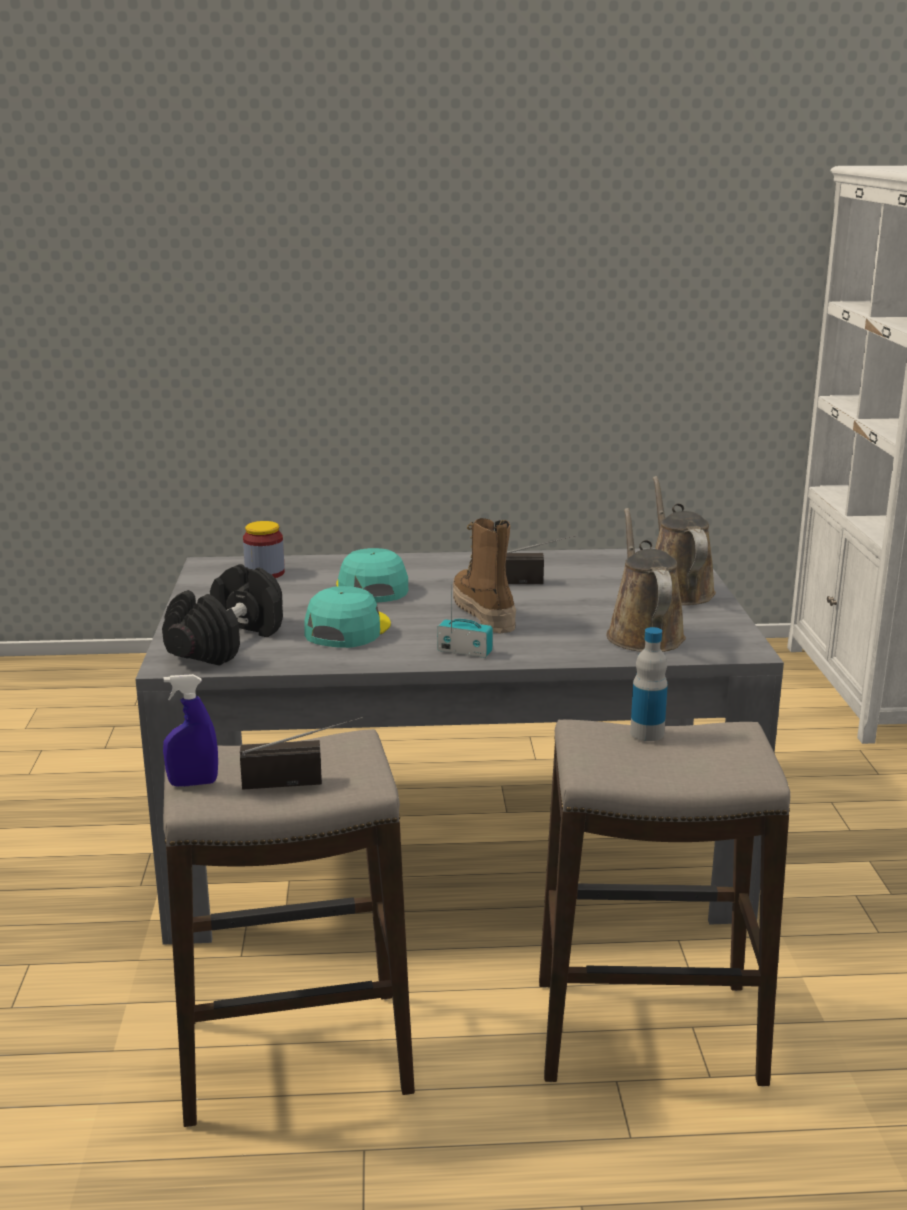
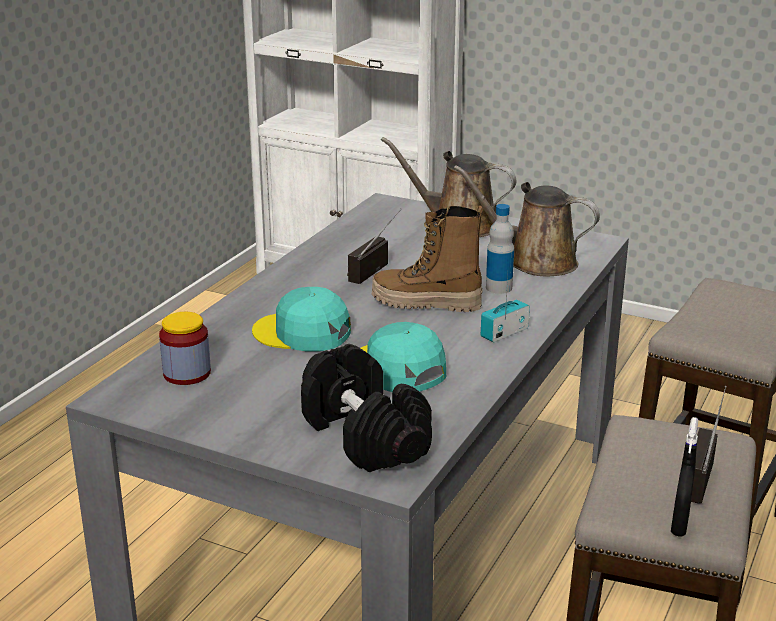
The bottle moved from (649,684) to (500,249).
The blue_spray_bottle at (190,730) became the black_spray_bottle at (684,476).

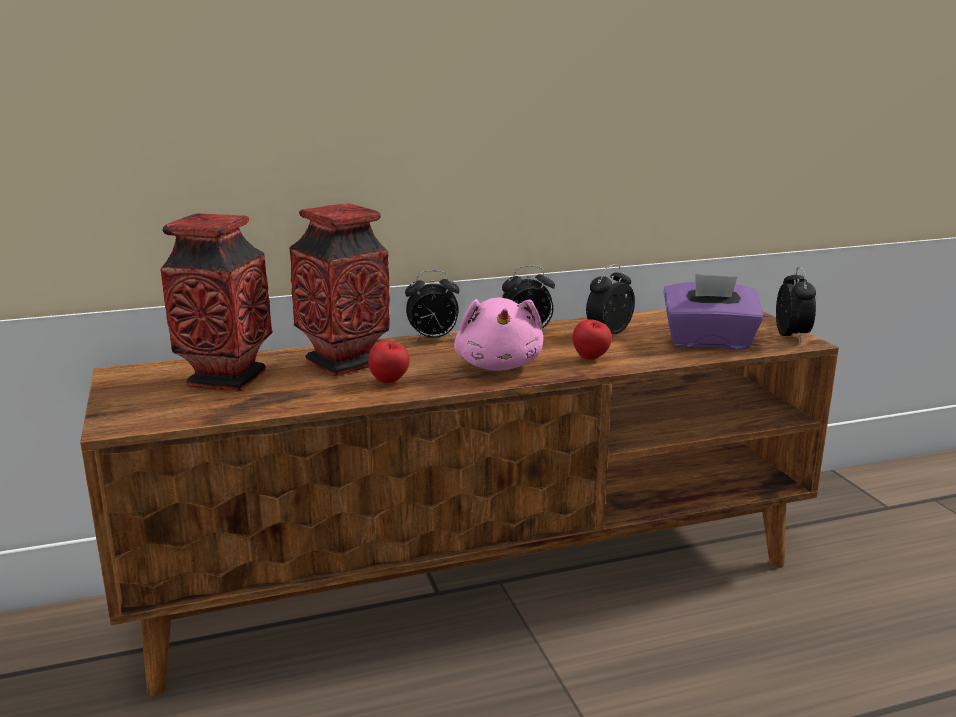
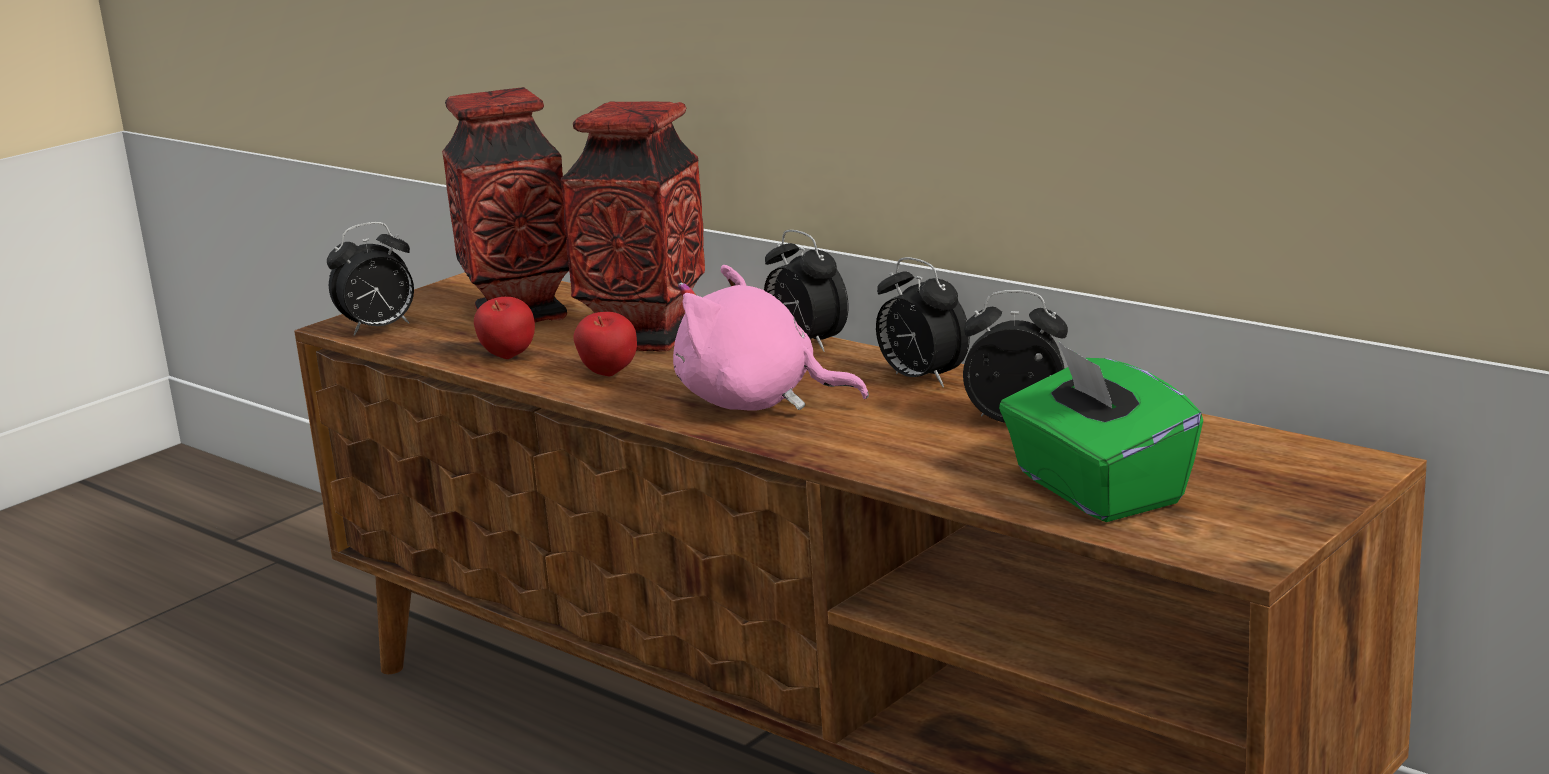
The alarm_clock moved from (796,305) to (370,279).
The apple moved from (592,340) to (504,328).
The pink_plush_toy at (498,334) turned 60 degrees clockwise.
The purple_tissue_box at (714,311) became the green_tissue_box at (1101,431).

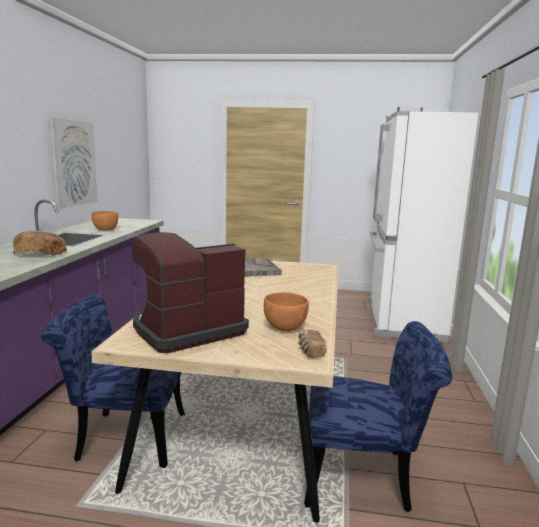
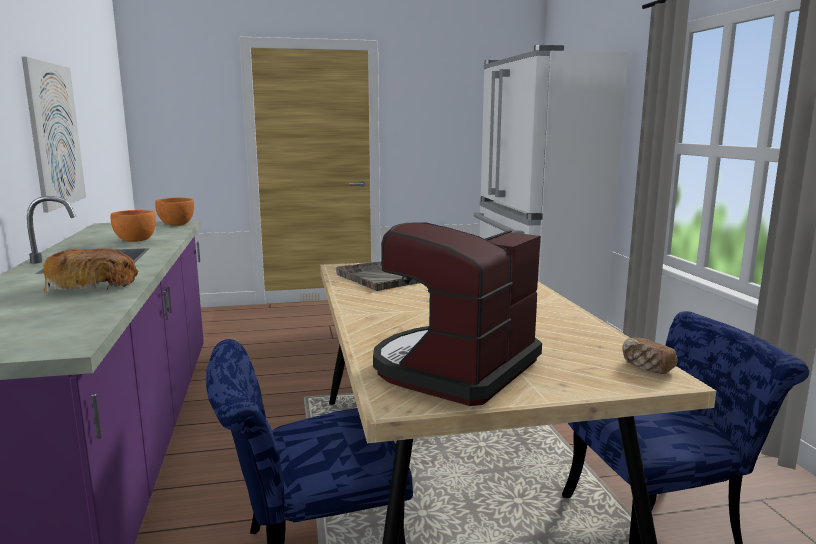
The orange_bowl moved from (286,312) to (174,212).

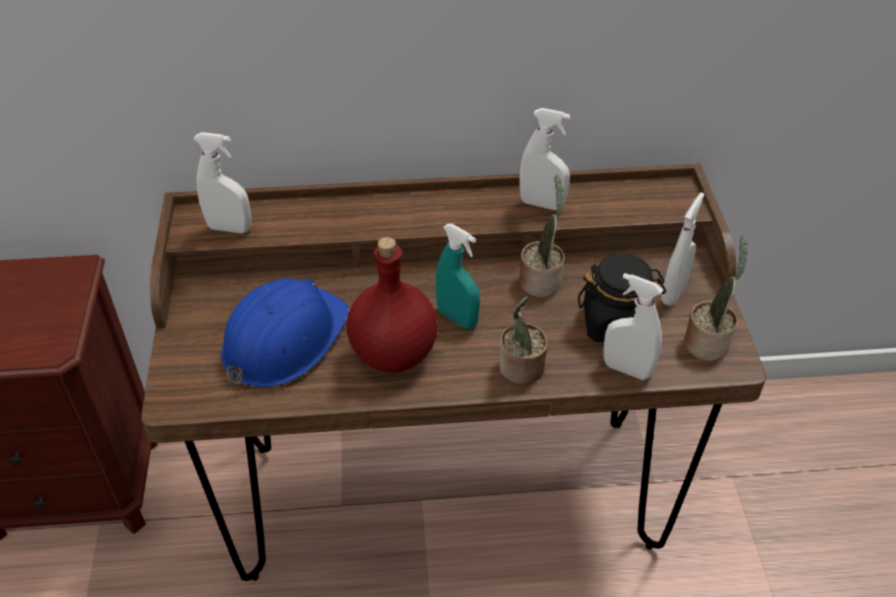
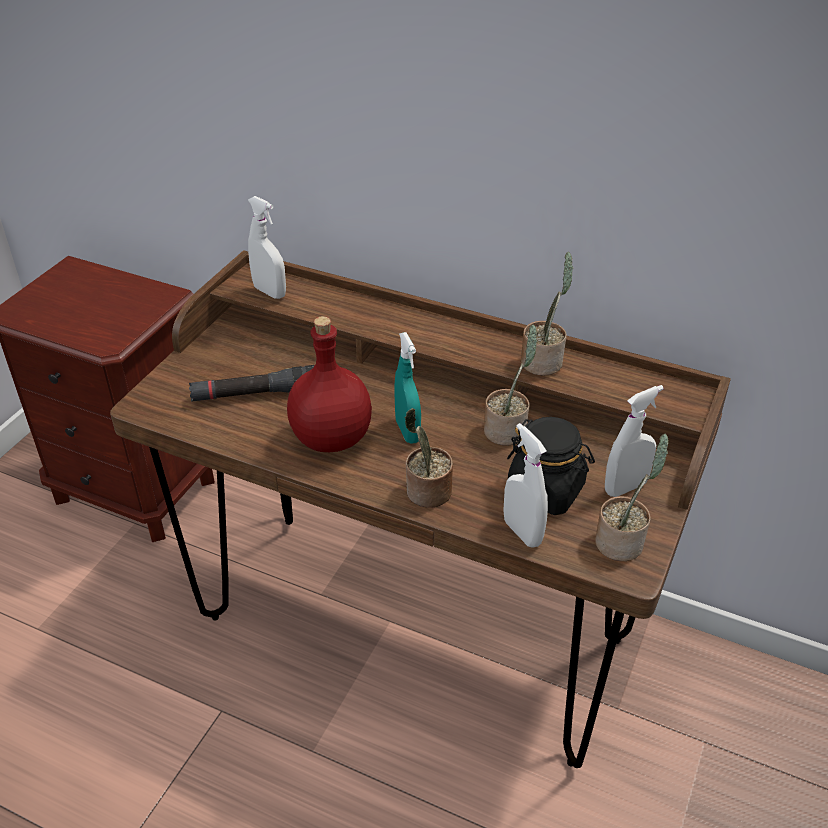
The blue_hard_hat at (285,333) was replaced by the black_flashlight at (252,383).
The white_spray_bottle at (544,159) was replaced by the potted_plant at (547,314).

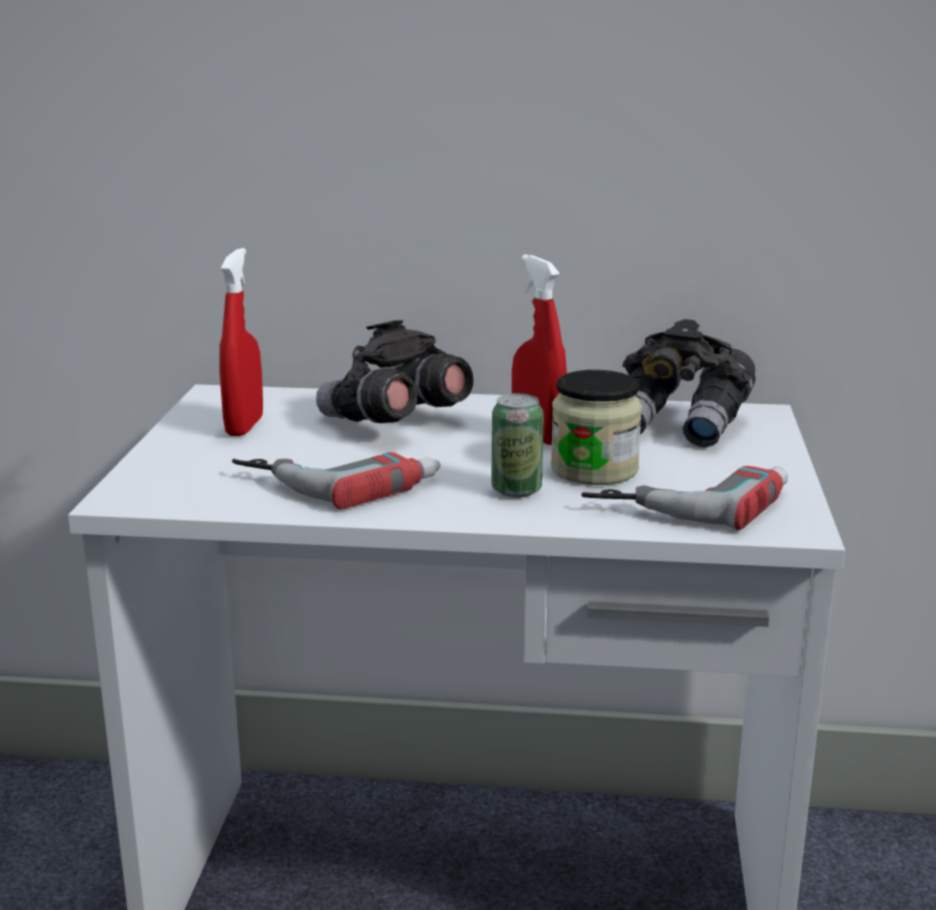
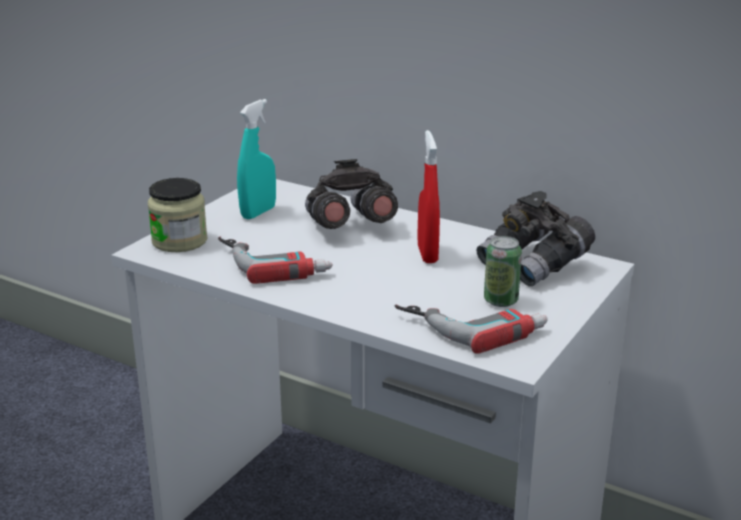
The jar moved from (596,427) to (177,215).
The red_spray_bottle at (241,342) became the turquoise_spray_bottle at (256,159).
The can moved from (517,445) to (503,271).

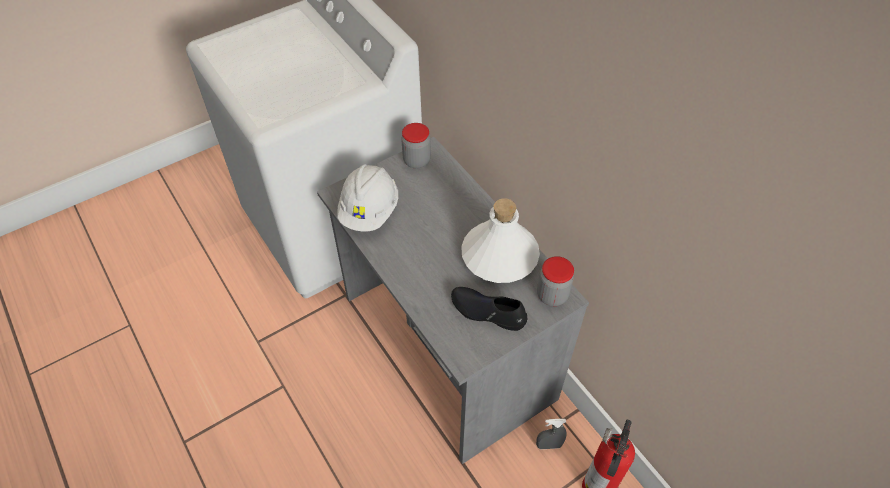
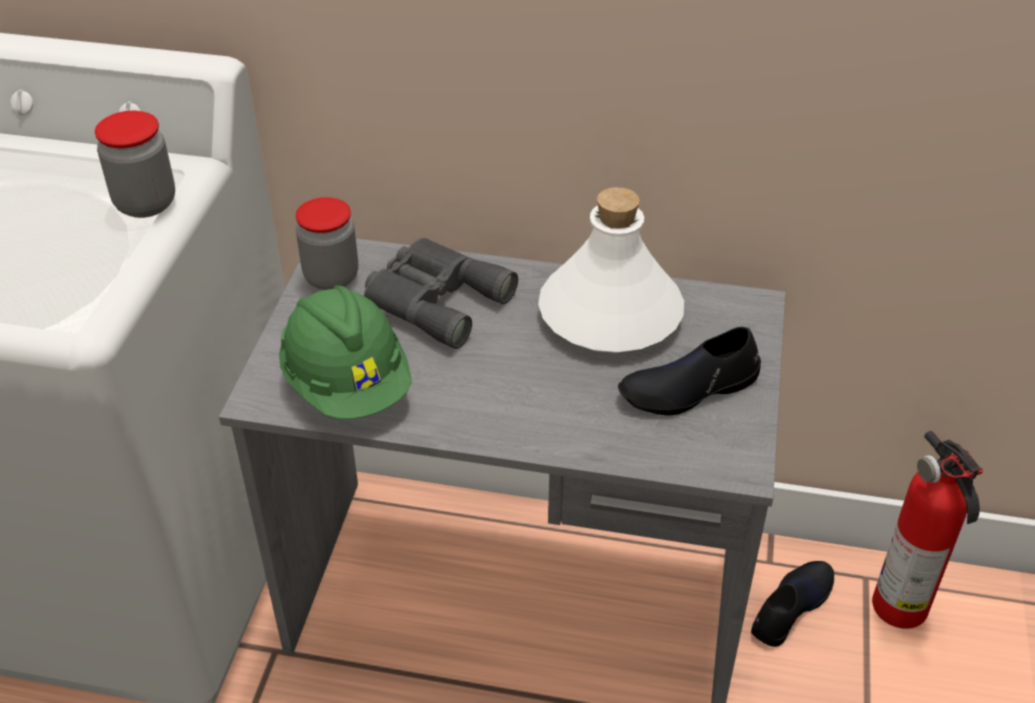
The jar moved from (555,281) to (135,164).
The white_hard_hat at (367,197) became the green_hard_hat at (345,352).
The grey_binoculars at (441,293) appeared.
The grey_spray_bottle at (551,434) was replaced by the black_shoe at (792,604).

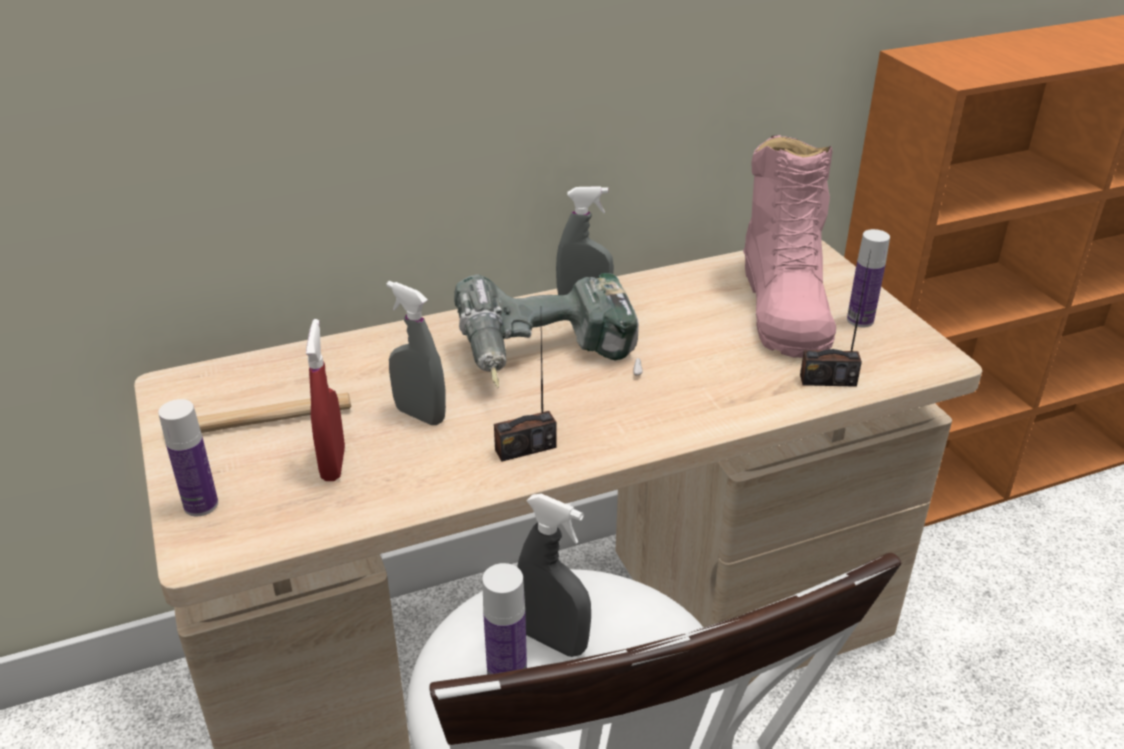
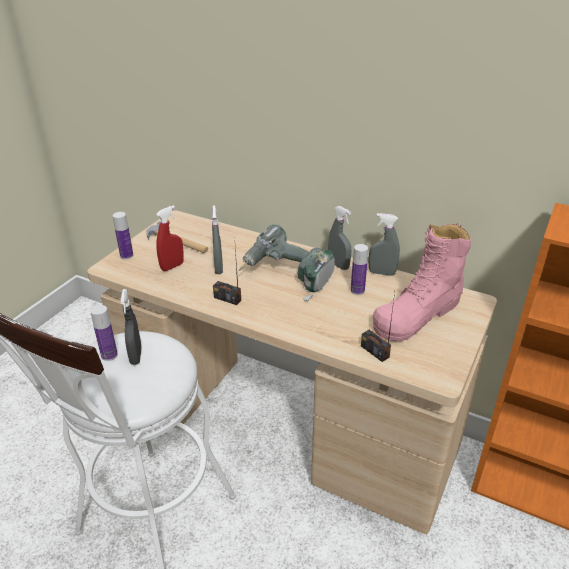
The bottle moved from (868,278) to (359,269).
The grey_spray_bottle at (384,244) appeared.

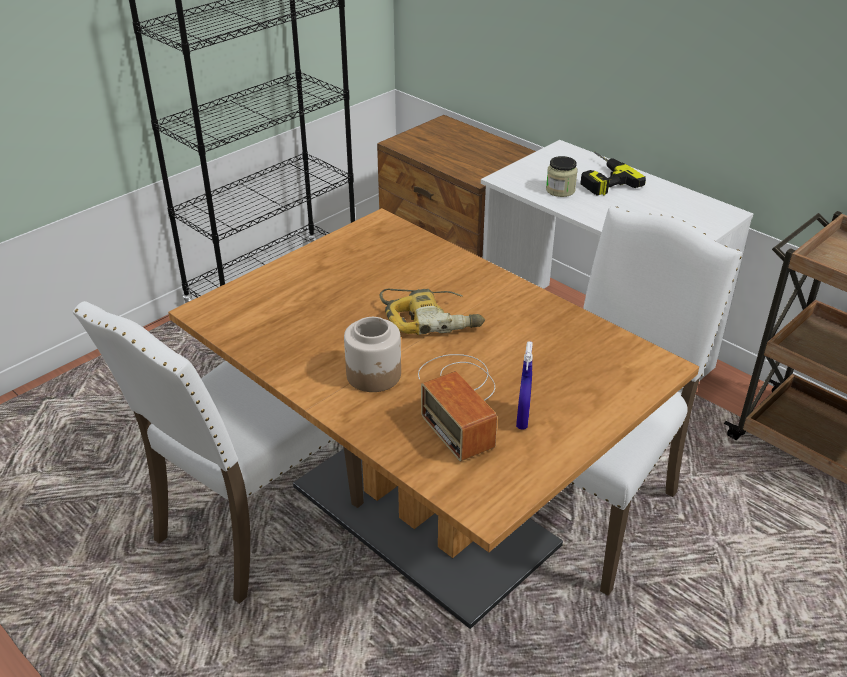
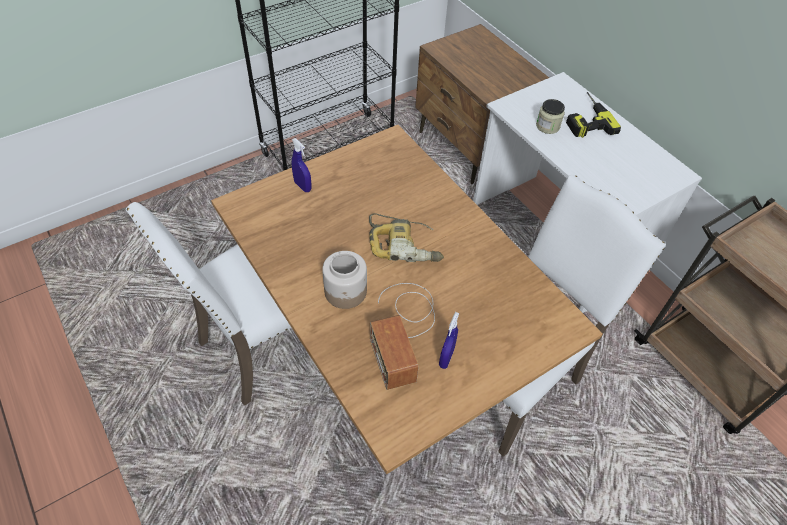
The blue_spray_bottle at (302,165) appeared.

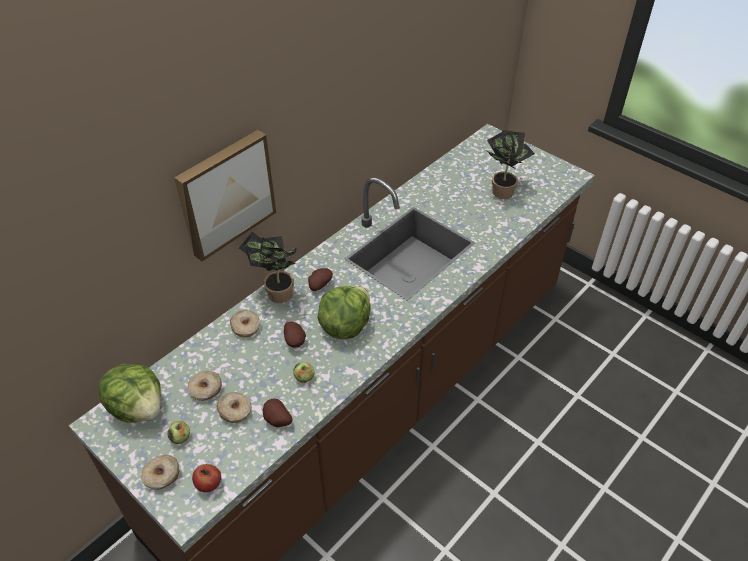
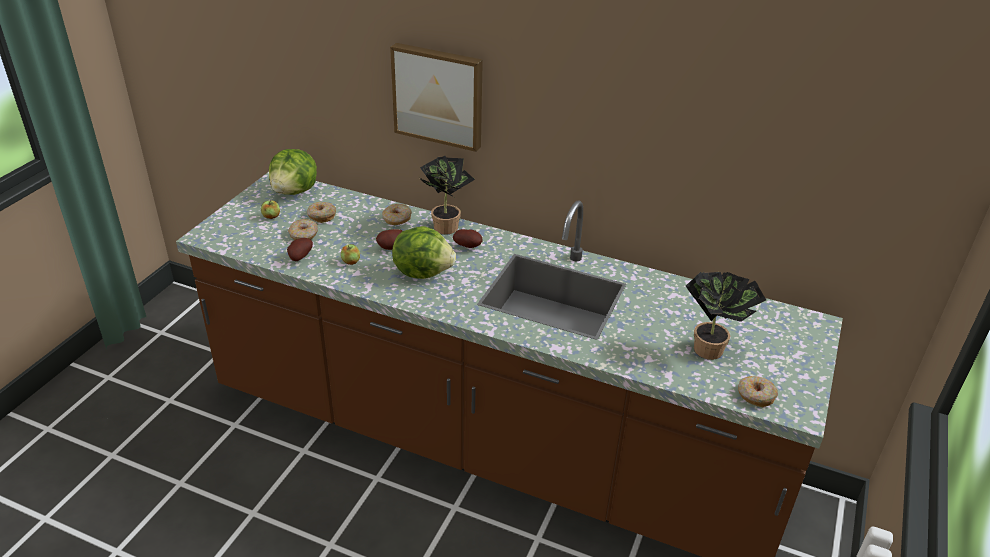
The donut moved from (160,472) to (758,391).
The apple at (206,478) disappeared.

